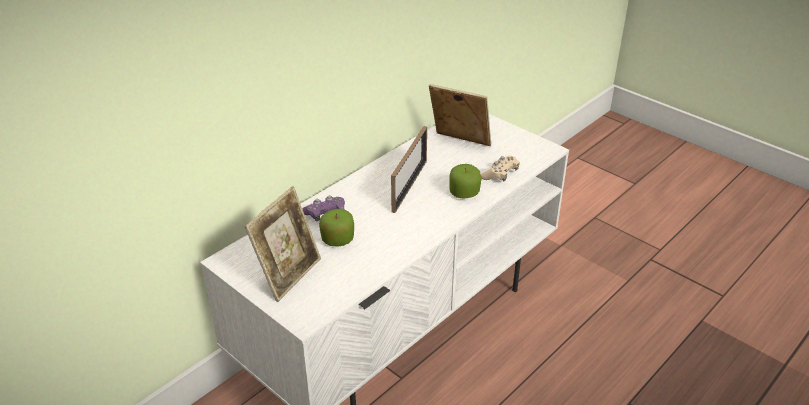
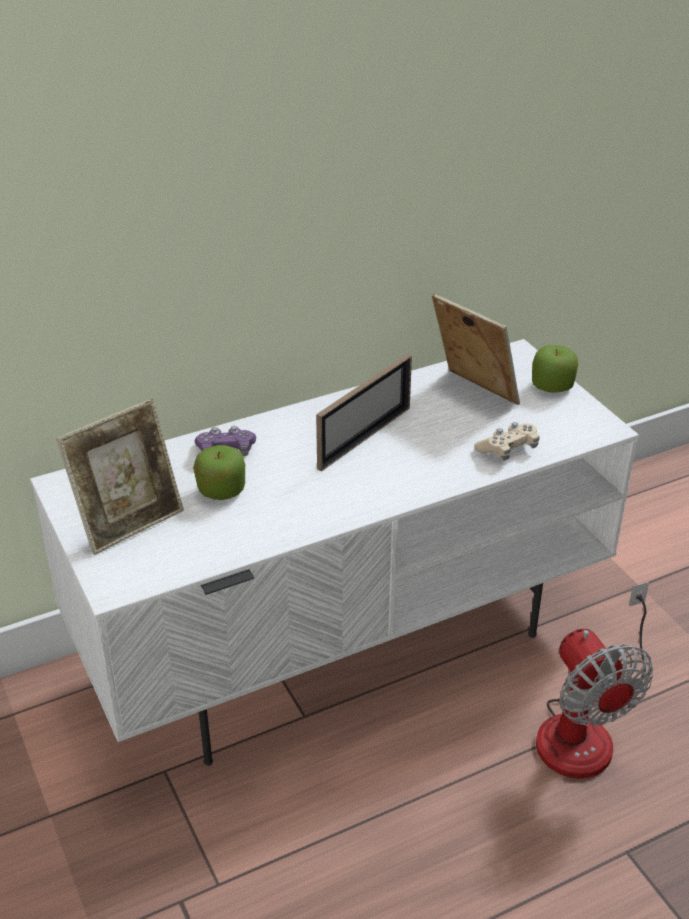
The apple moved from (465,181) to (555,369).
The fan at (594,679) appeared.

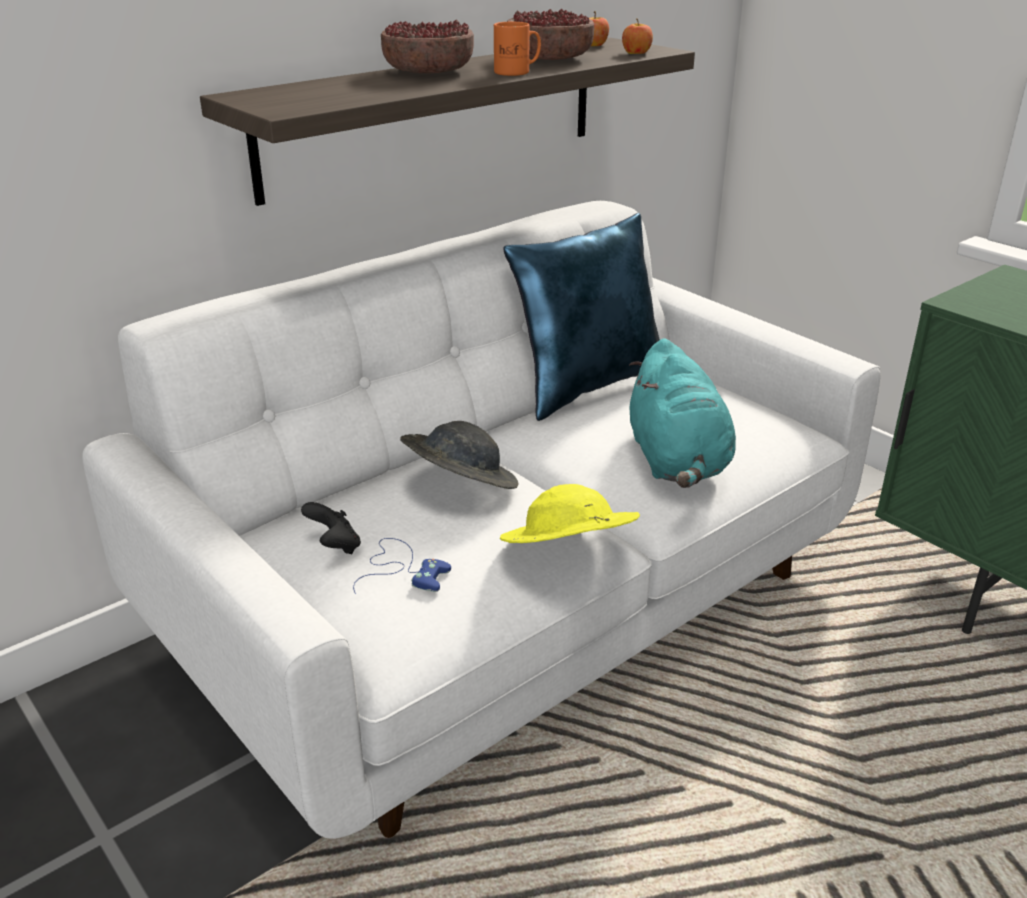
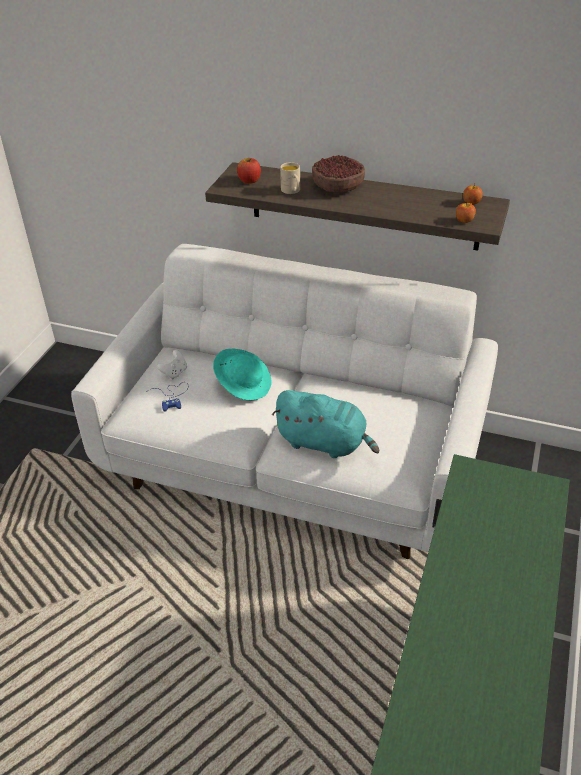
The black_game_controller at (331,528) became the white_game_controller at (172,365).
The grey_hat at (459,455) became the turquoise_hat at (242,374).
The apple at (249,171) appeared.
The turquoise_plush_toy at (682,413) turned 120 degrees counterclockwise.
The beige_mug at (290,178) appeared.
The orange_mug at (517,49) disappeared.
The yellow_hat at (570,513) disappeared.
The blue_pillow at (581,317) disappeared.
The bowl at (550,34) disappeared.

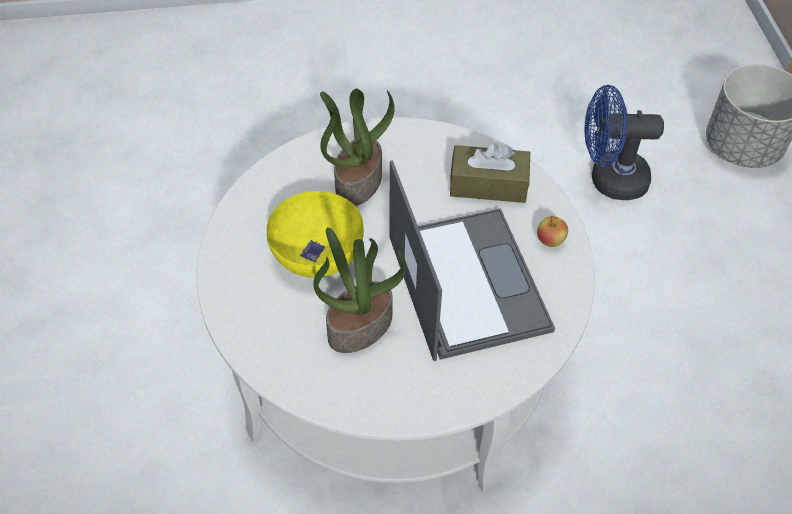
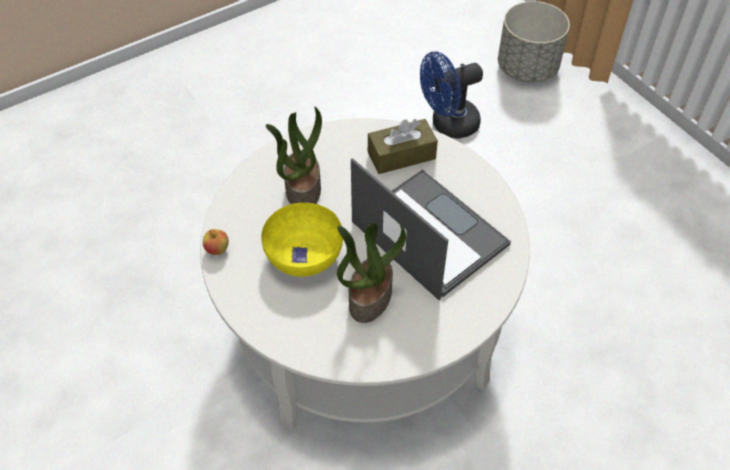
The apple moved from (552,231) to (216,242).

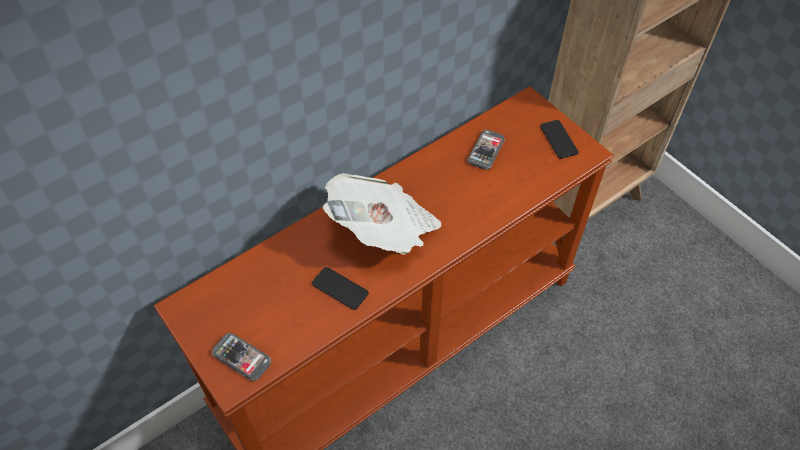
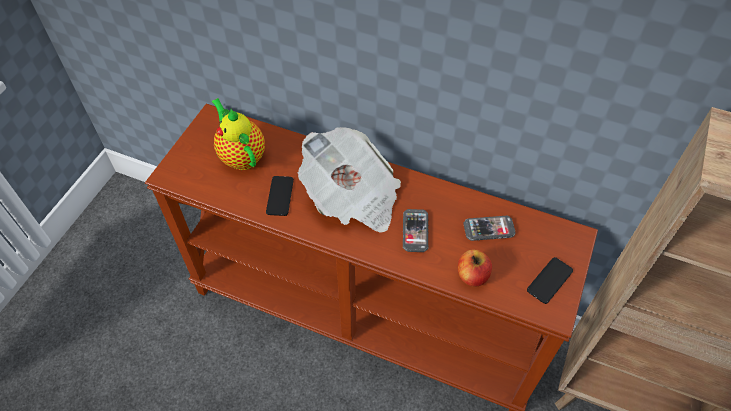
The teapot at (238,134) appeared.
The phone moved from (241,357) to (416,230).
The apple at (475,268) appeared.

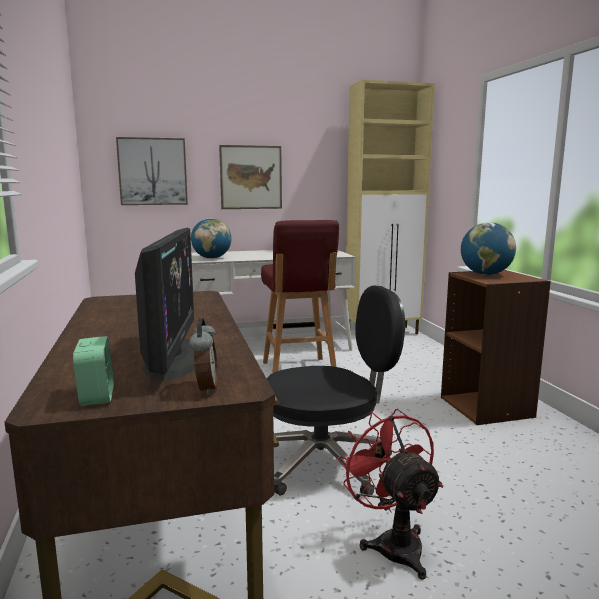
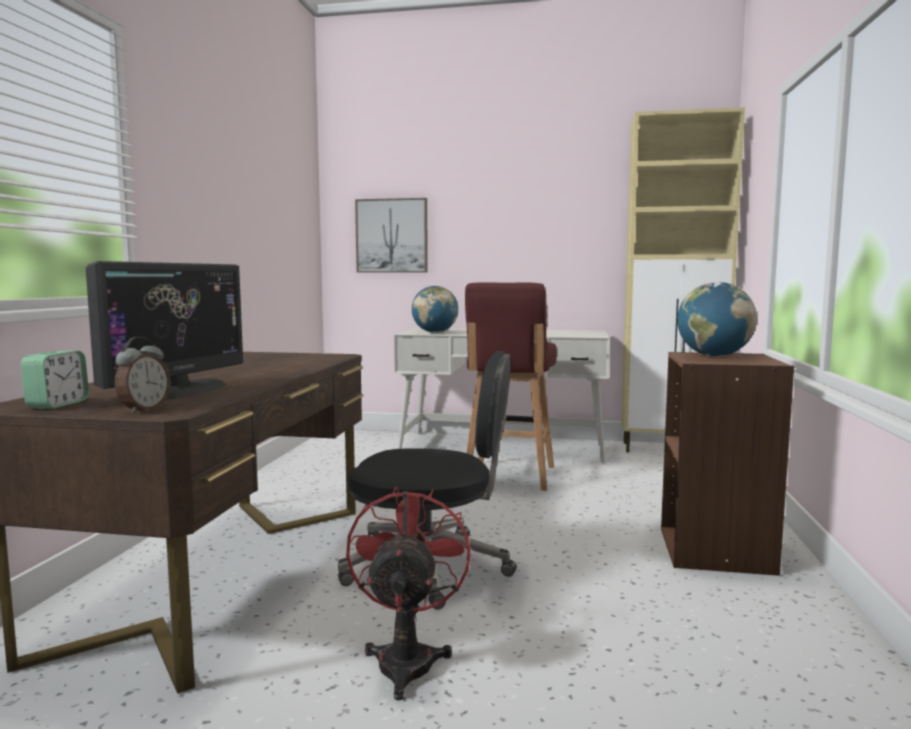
The picture at (250,177) disappeared.

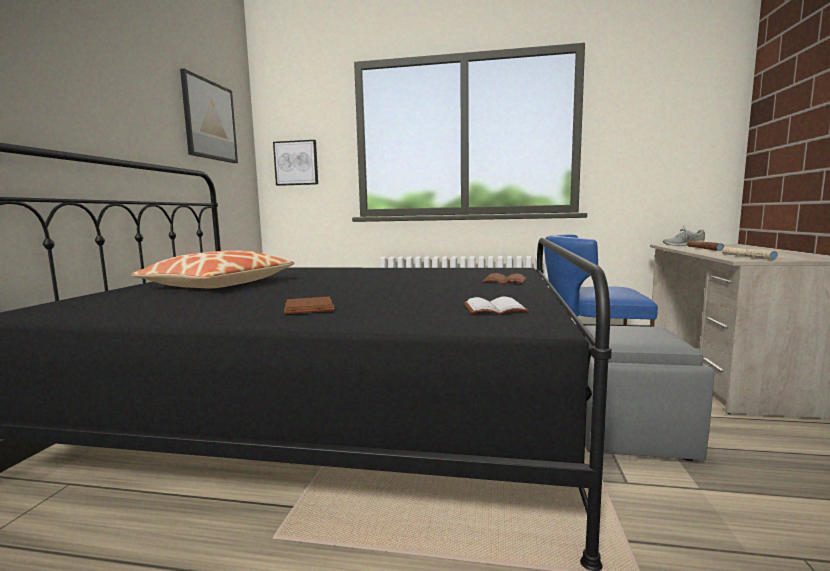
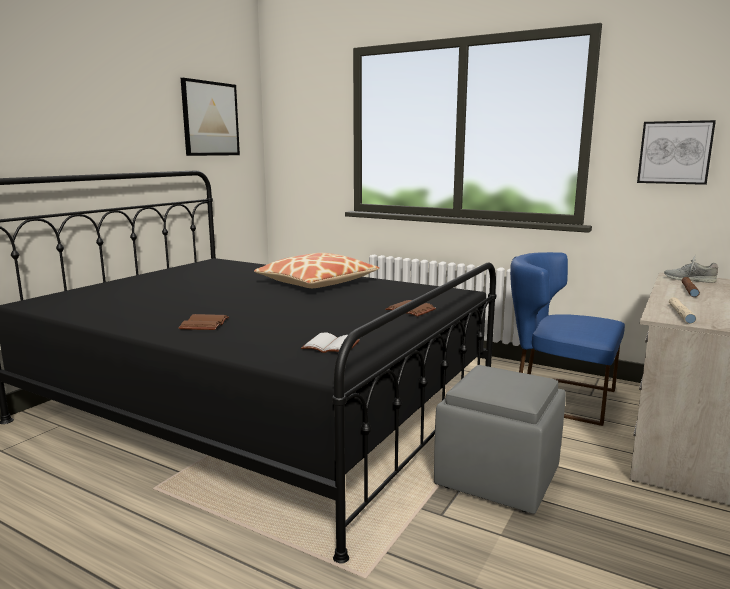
The pillow moved from (212,269) to (316,270).
The picture moved from (295,163) to (676,152).

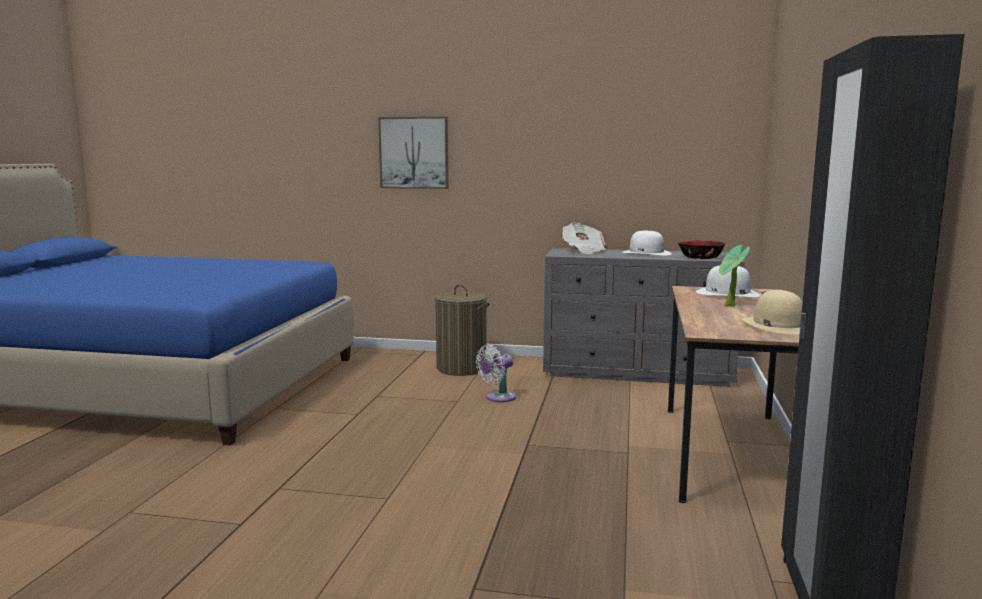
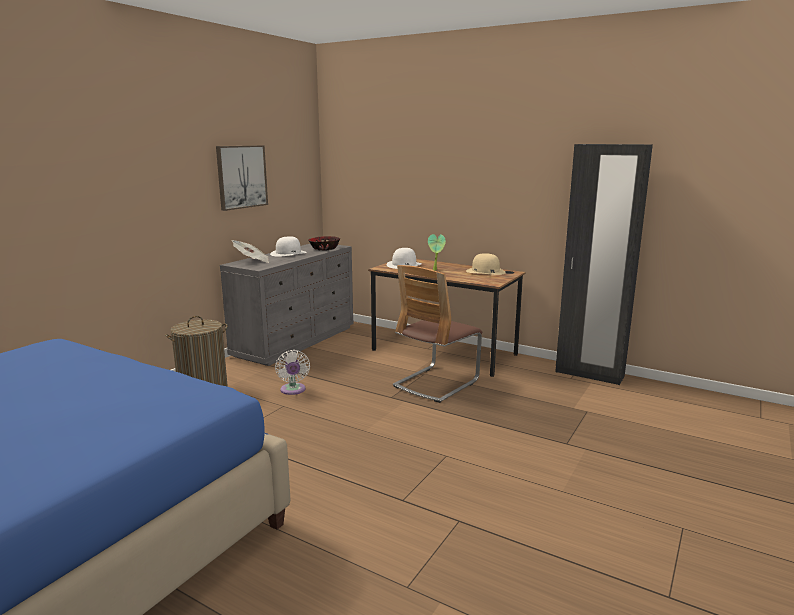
The picture moved from (413,153) to (242,178).
The chair at (437,334) appeared.

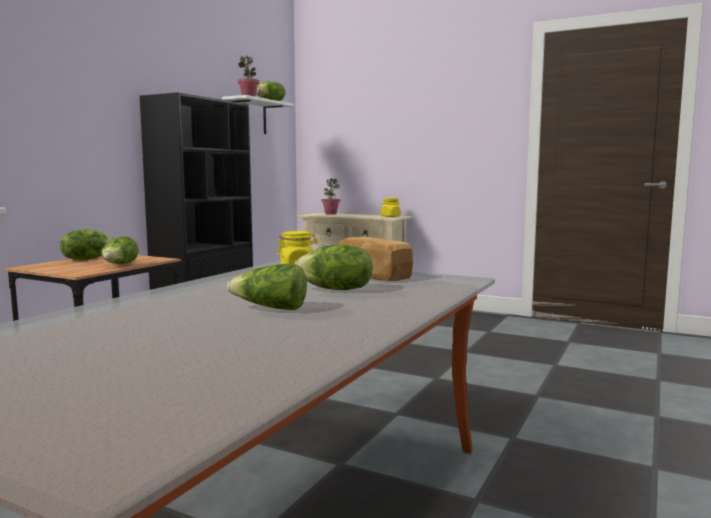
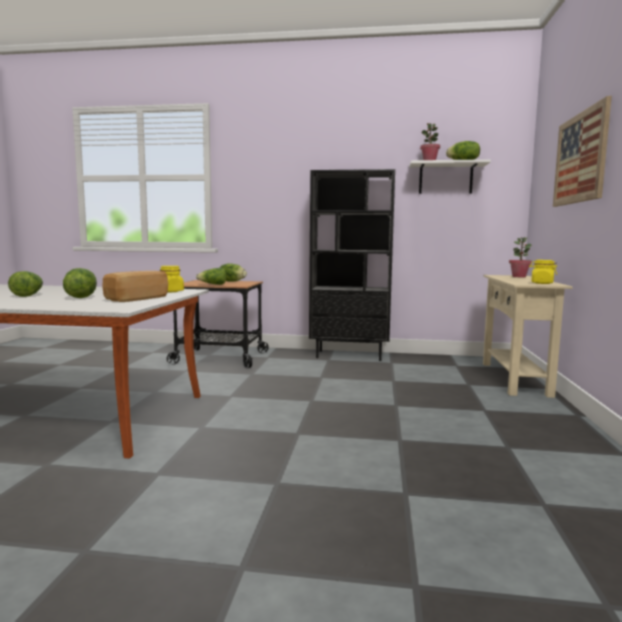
The picture at (582,151) appeared.

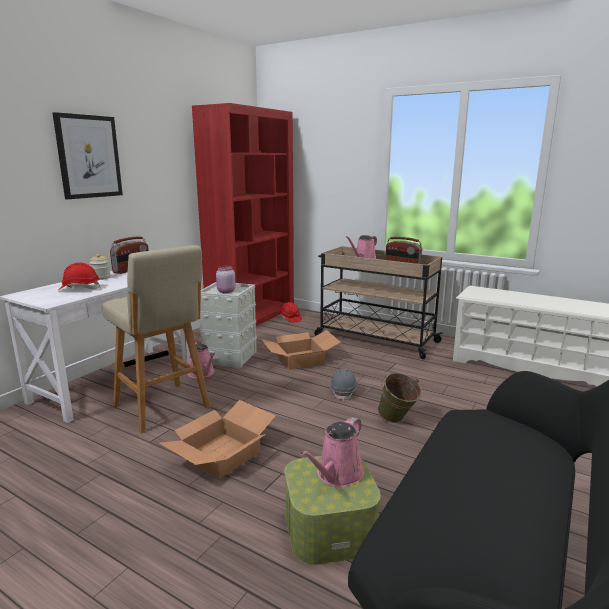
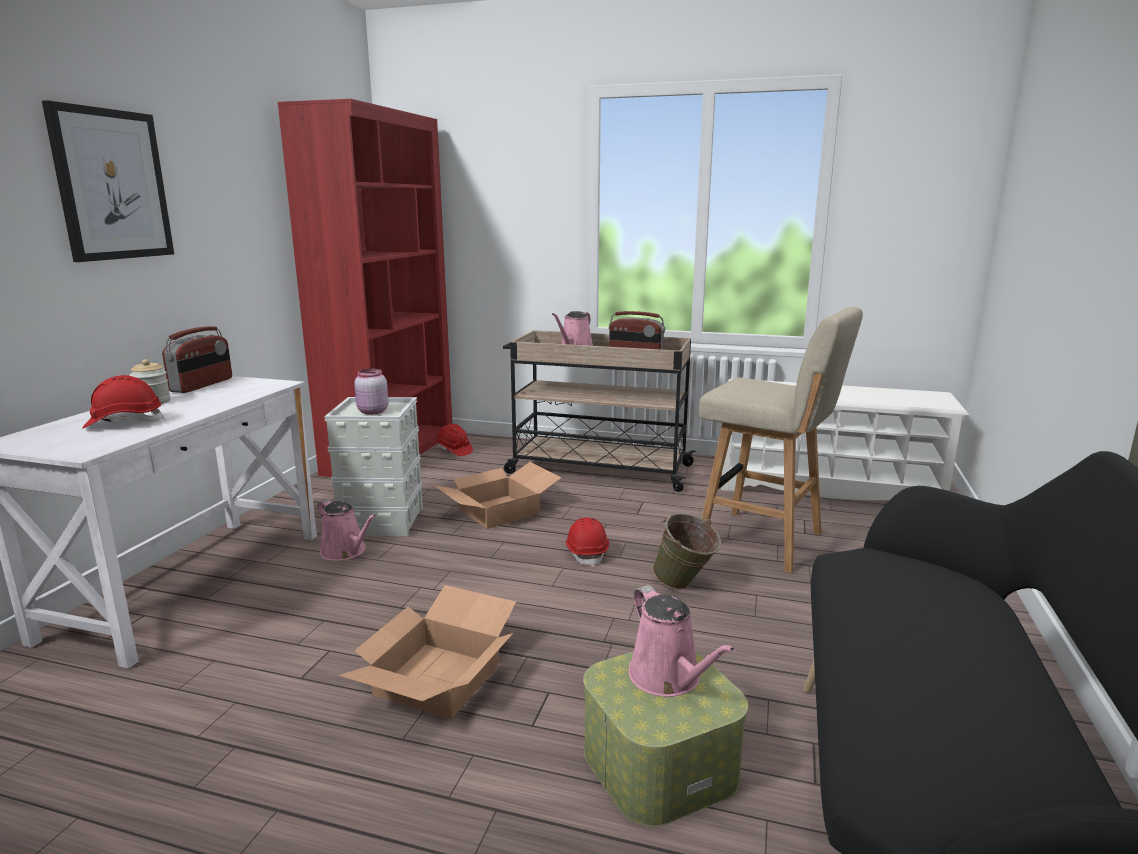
The grey_hard_hat at (344,385) became the red_hard_hat at (587,542).
The pink_watering_can at (332,452) turned 45 degrees counterclockwise.
The beige_stool moved from (156,339) to (781,440).

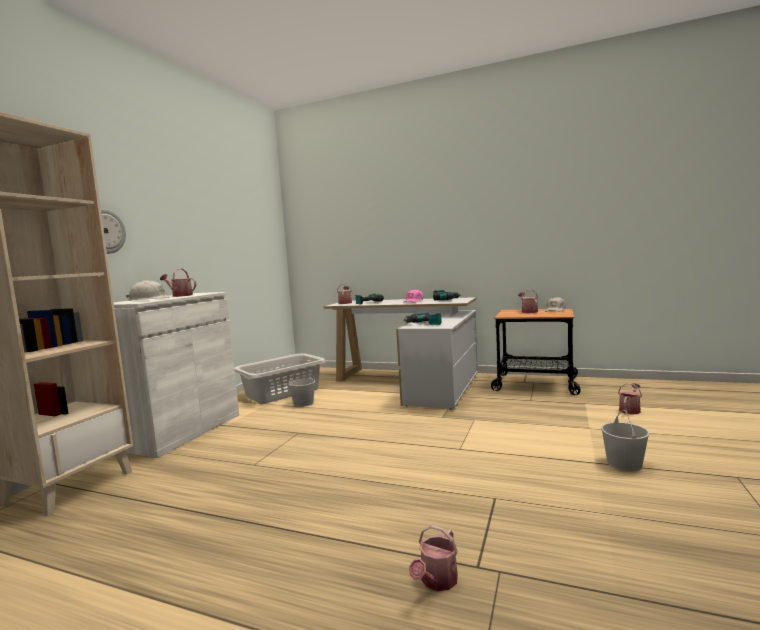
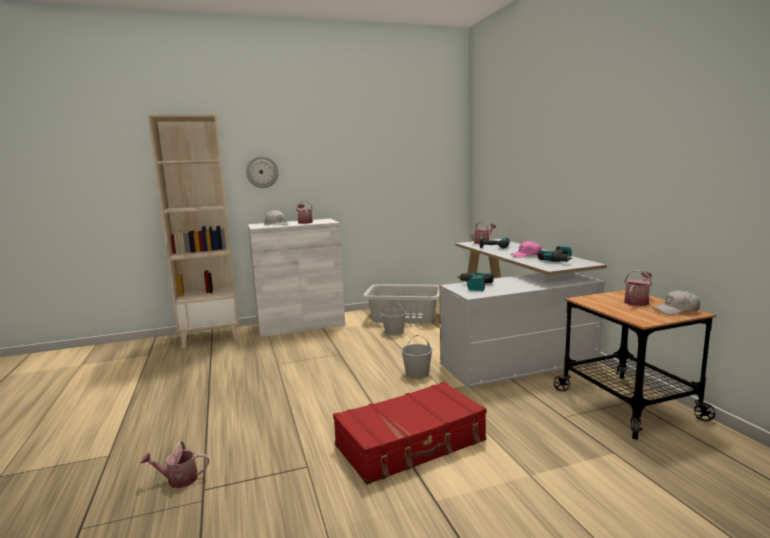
The red_suitcase at (409,433) appeared.
The white_bucket moved from (625,440) to (417,357).
The watering_can at (630,398) disappeared.

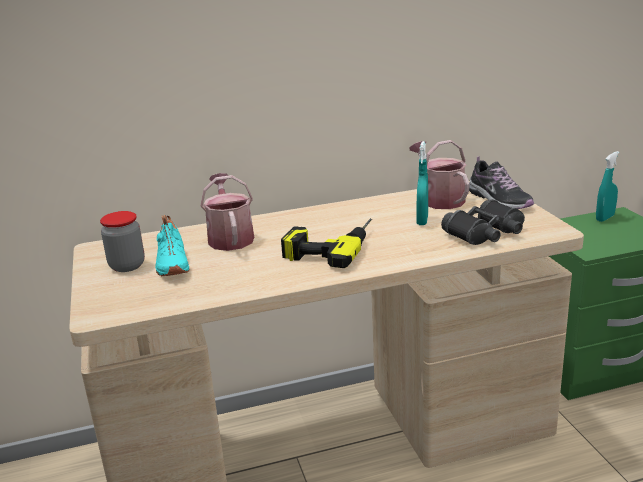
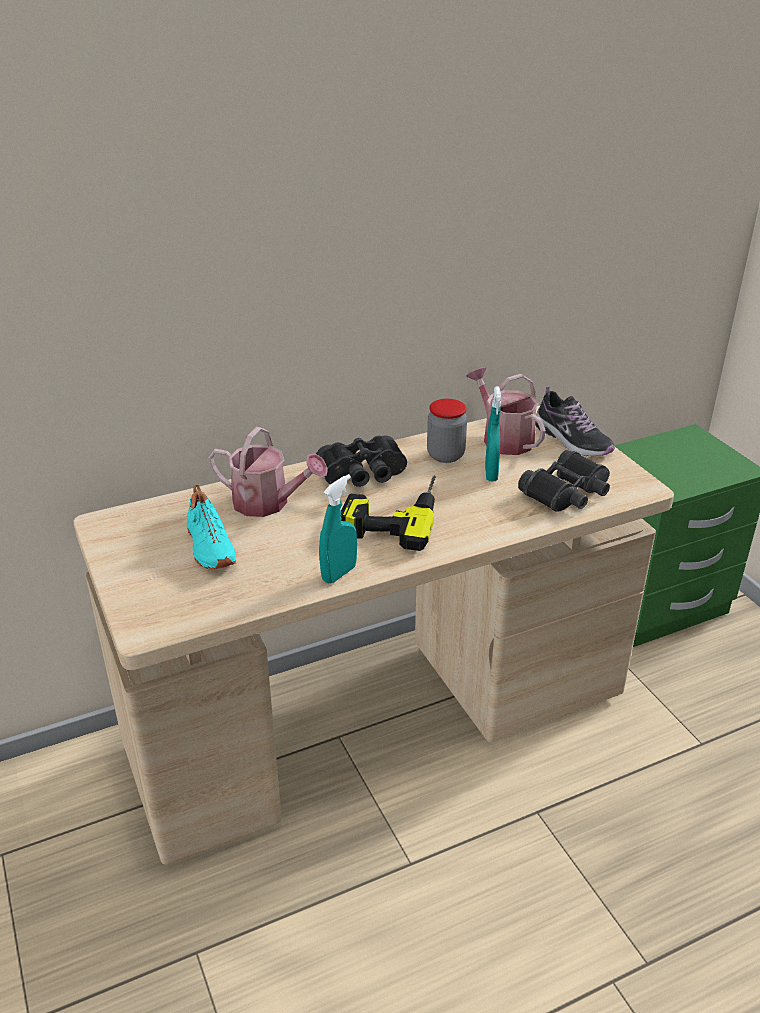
The watering_can at (227,212) turned 135 degrees clockwise.
The black_binoculars at (361,461) appeared.
The turquoise_spray_bottle moved from (607,186) to (338,529).
The jar moved from (122,241) to (447,431).

